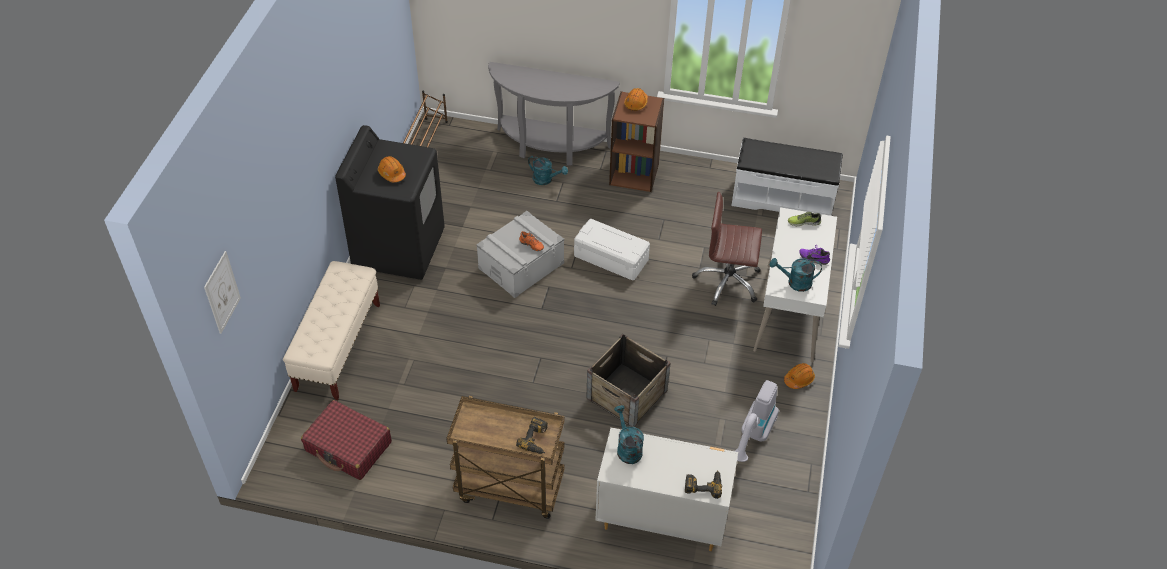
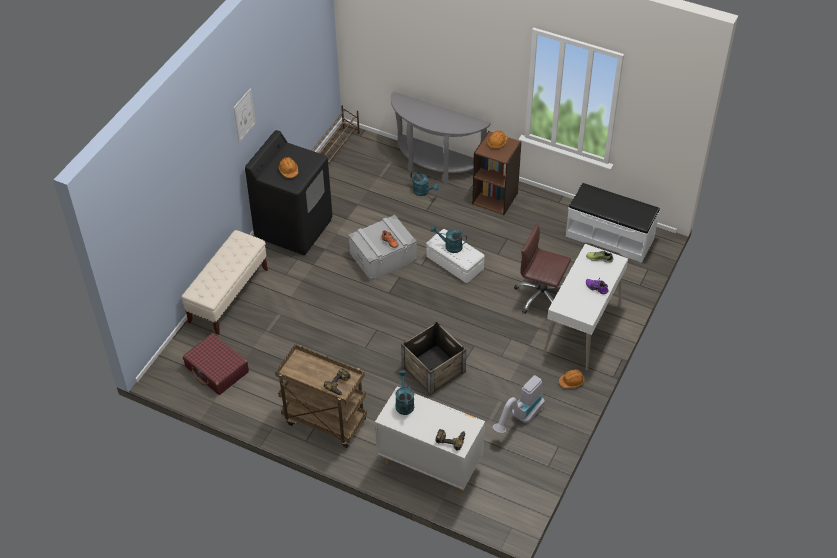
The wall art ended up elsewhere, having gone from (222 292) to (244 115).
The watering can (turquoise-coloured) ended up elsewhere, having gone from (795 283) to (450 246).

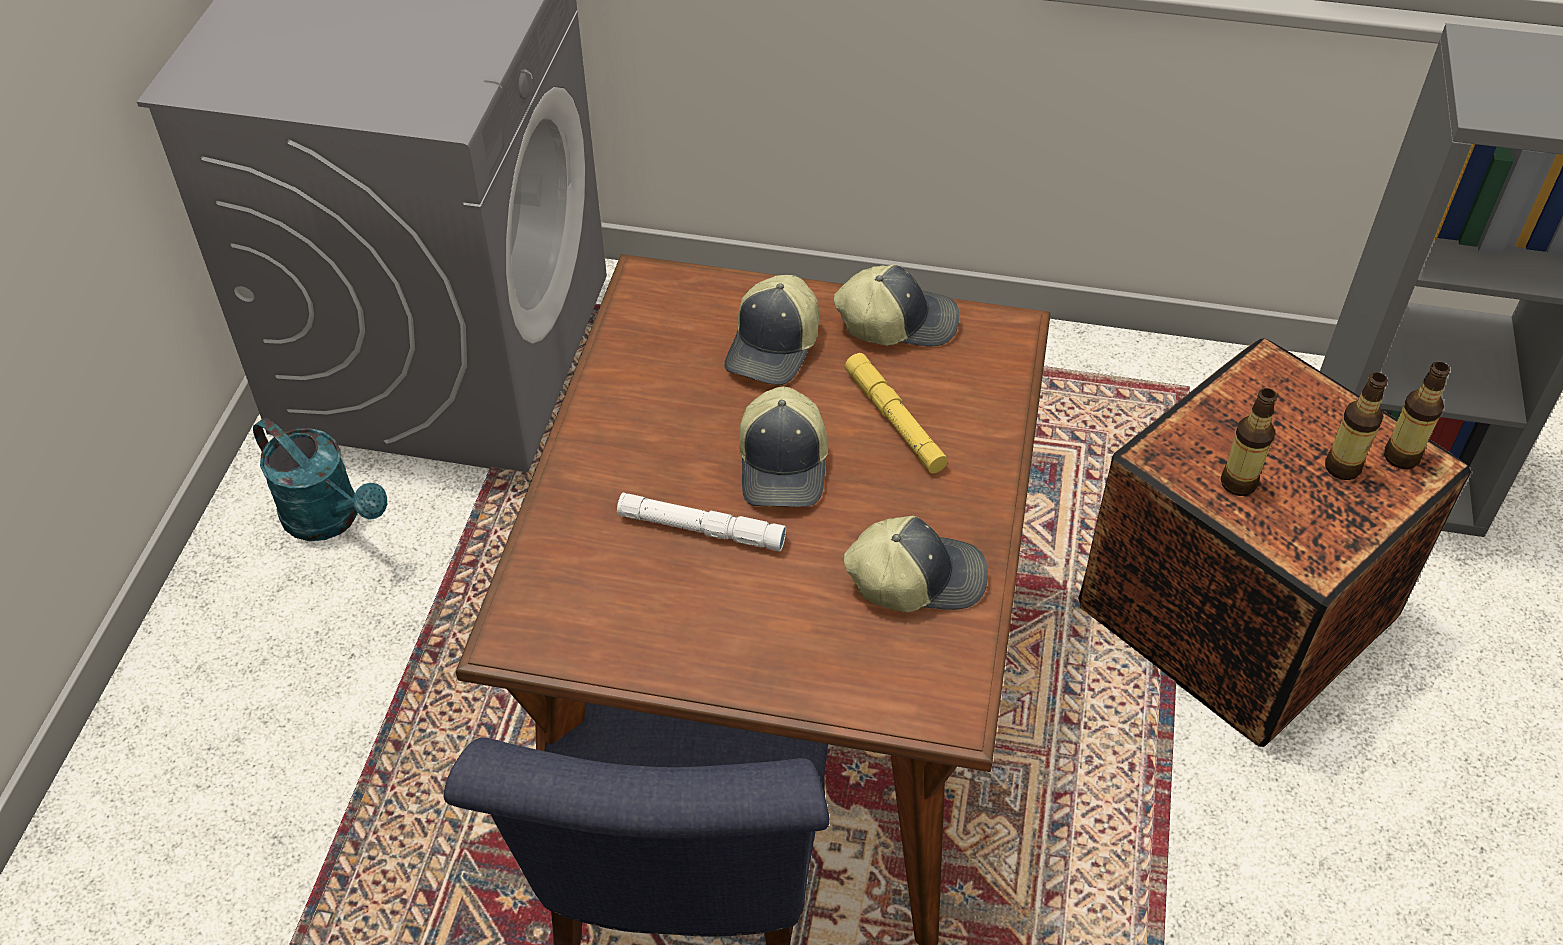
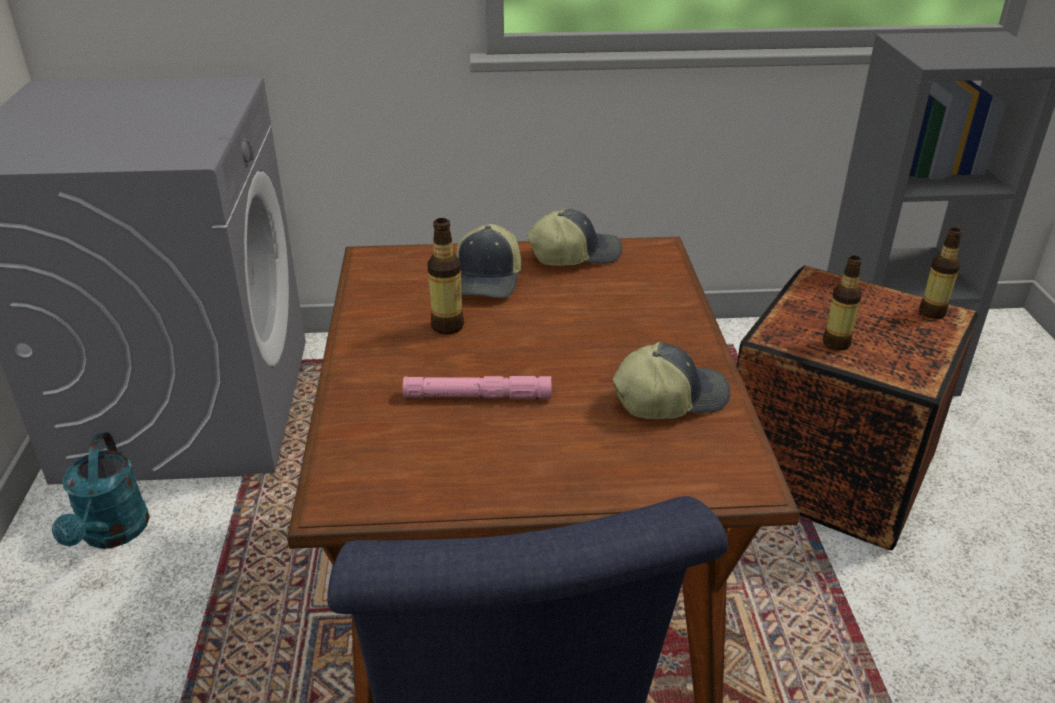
The second view lost the flashlight (yellow) at (894 420).
The beverage bottle ended up elsewhere, having gone from (1342 467) to (447 326).
The second view lost the cap at (784 466).
The watering can (turquoise-coloured) at (331 519) ended up facing another way, 60 degrees clockwise from before.
What was the flashlight (whitish) at (701 529) turned into the flashlight (pink) at (477 396).

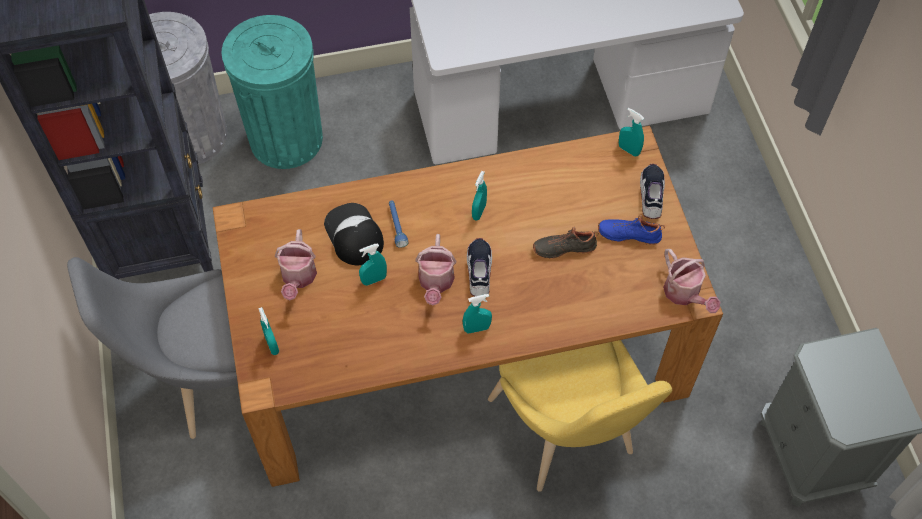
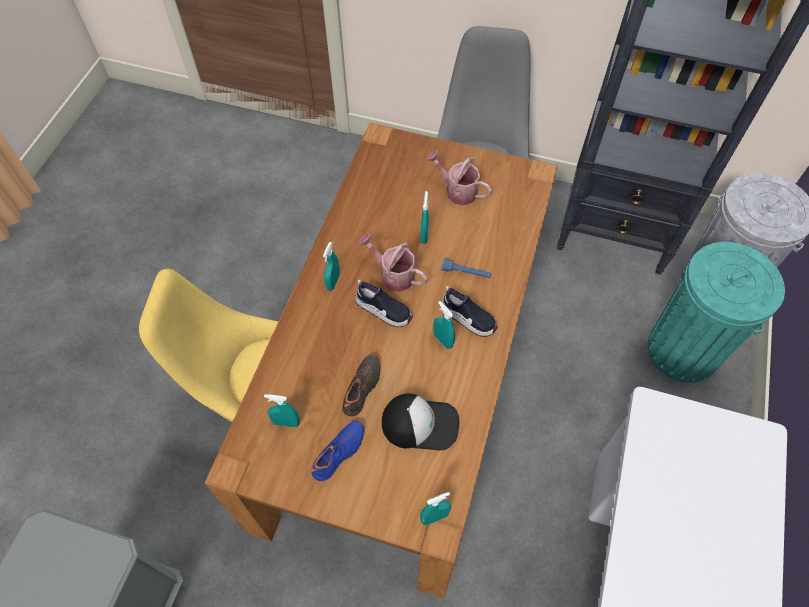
The shoe ended up elsewhere, having gone from (651 195) to (468 318).
The cap ended up elsewhere, having gone from (353 235) to (420 423).
The second view lost the watering can at (685 294).
The sprayer (turquoise-coloured) ended up elsewhere, having gone from (272 345) to (286 423).

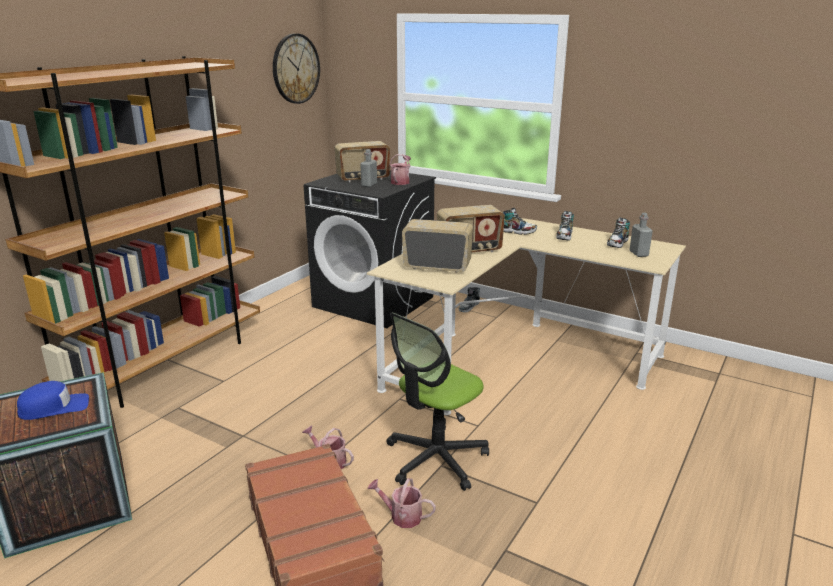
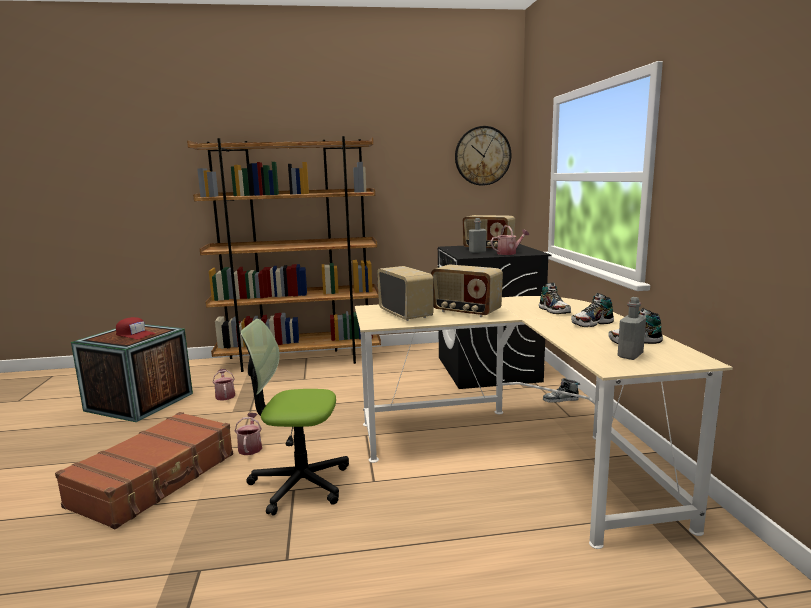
What was the cap (bluish) at (54 407) turned into the cap (red) at (135 334).
The watering can ended up elsewhere, having gone from (402 516) to (225 395).

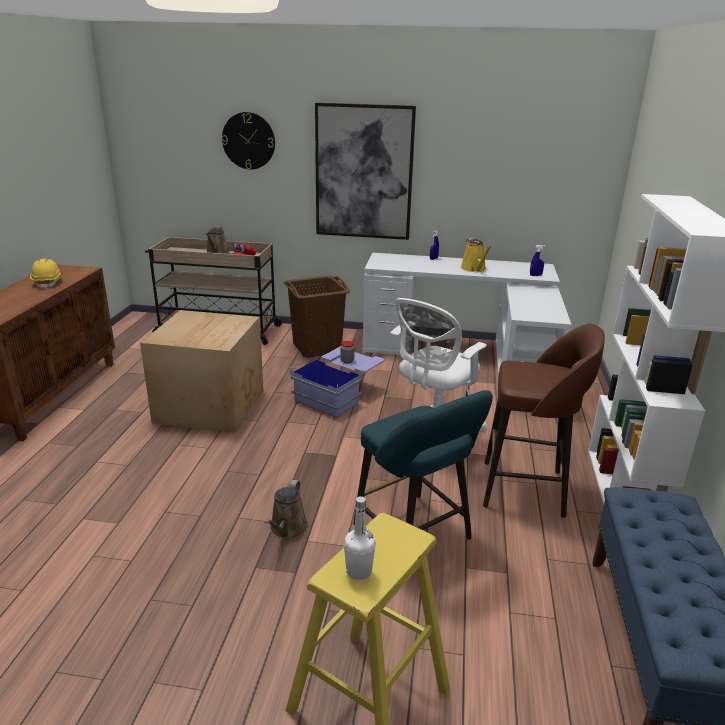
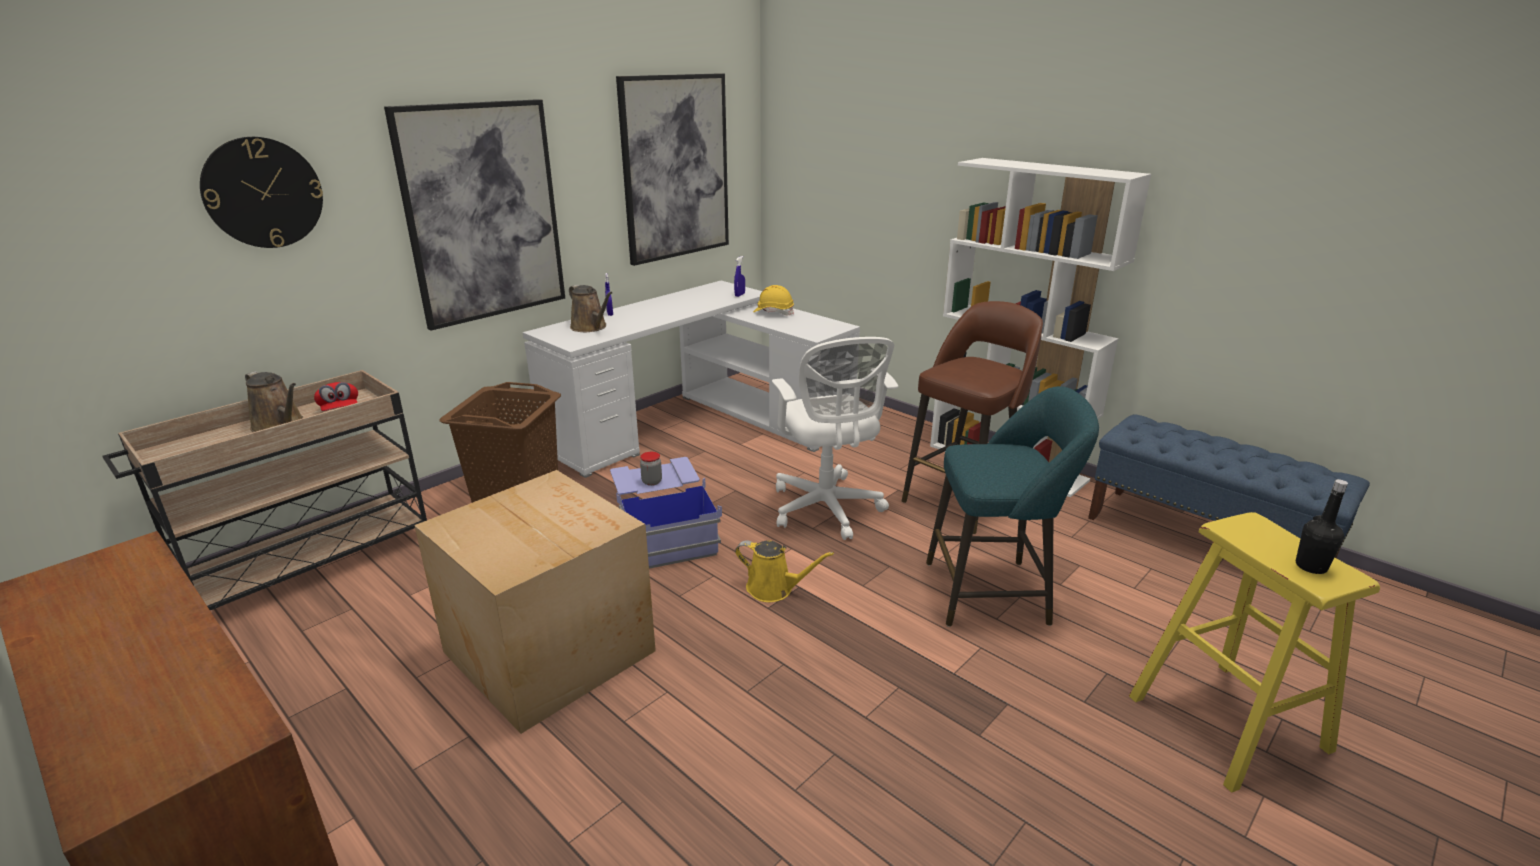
The watering can (yellow) ended up elsewhere, having gone from (474 269) to (774 589).
The work helmet (yellow) ended up elsewhere, having gone from (48 282) to (773 312).
The watering can (brown-coloured) ended up elsewhere, having gone from (287 529) to (590 327).
What was the beverage bottle (whitish) at (359 571) turned into the beverage bottle (black) at (1311 566).
The second view gained the wall art at (675 168).

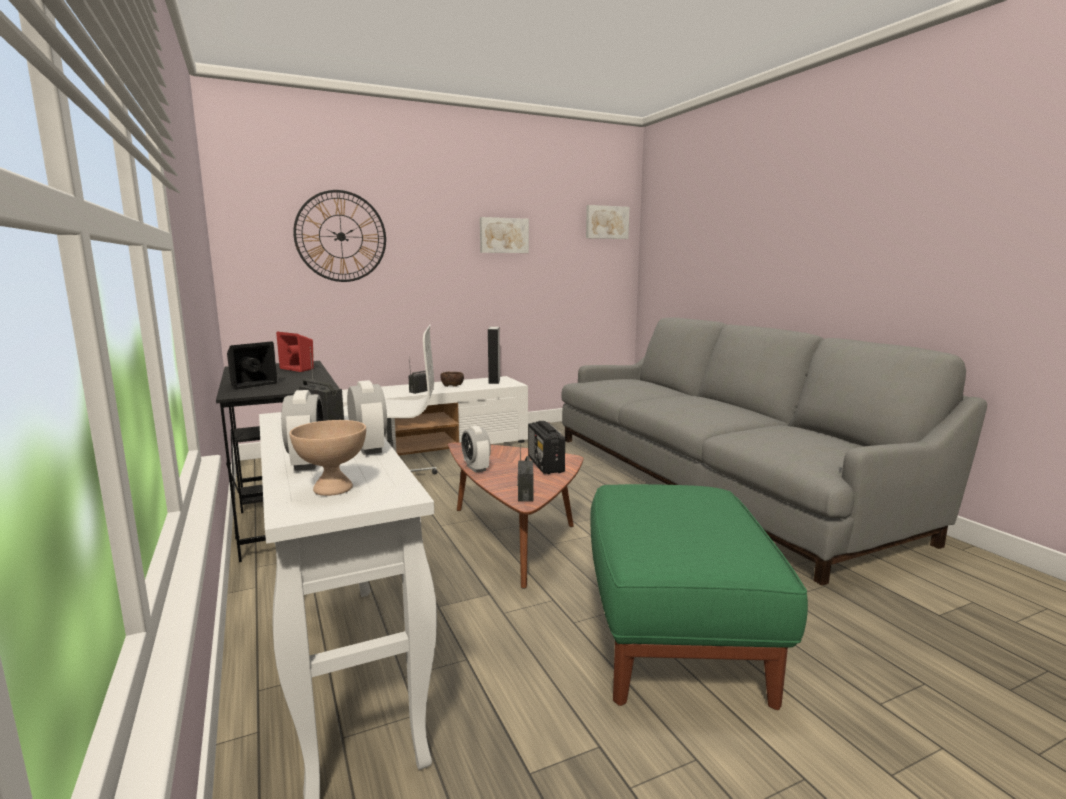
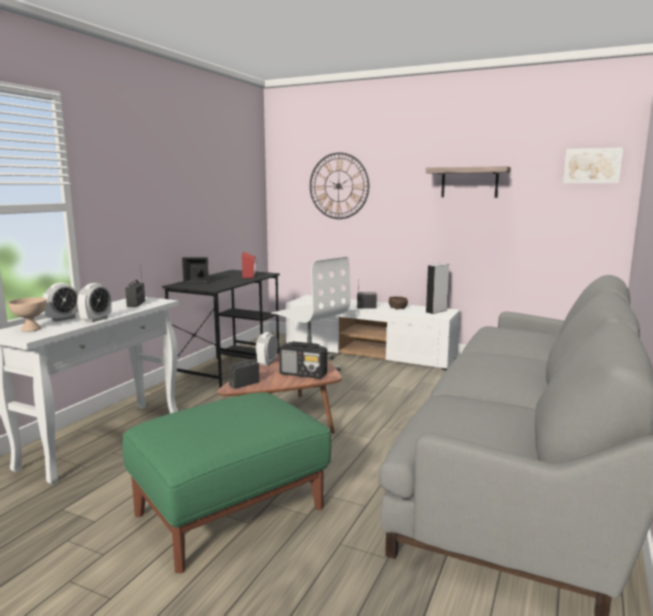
Where the wall art hung at (503 235), the shelf came to hang at (469 182).
The radio receiver at (545 465) ended up facing another way, 105 degrees counterclockwise from before.

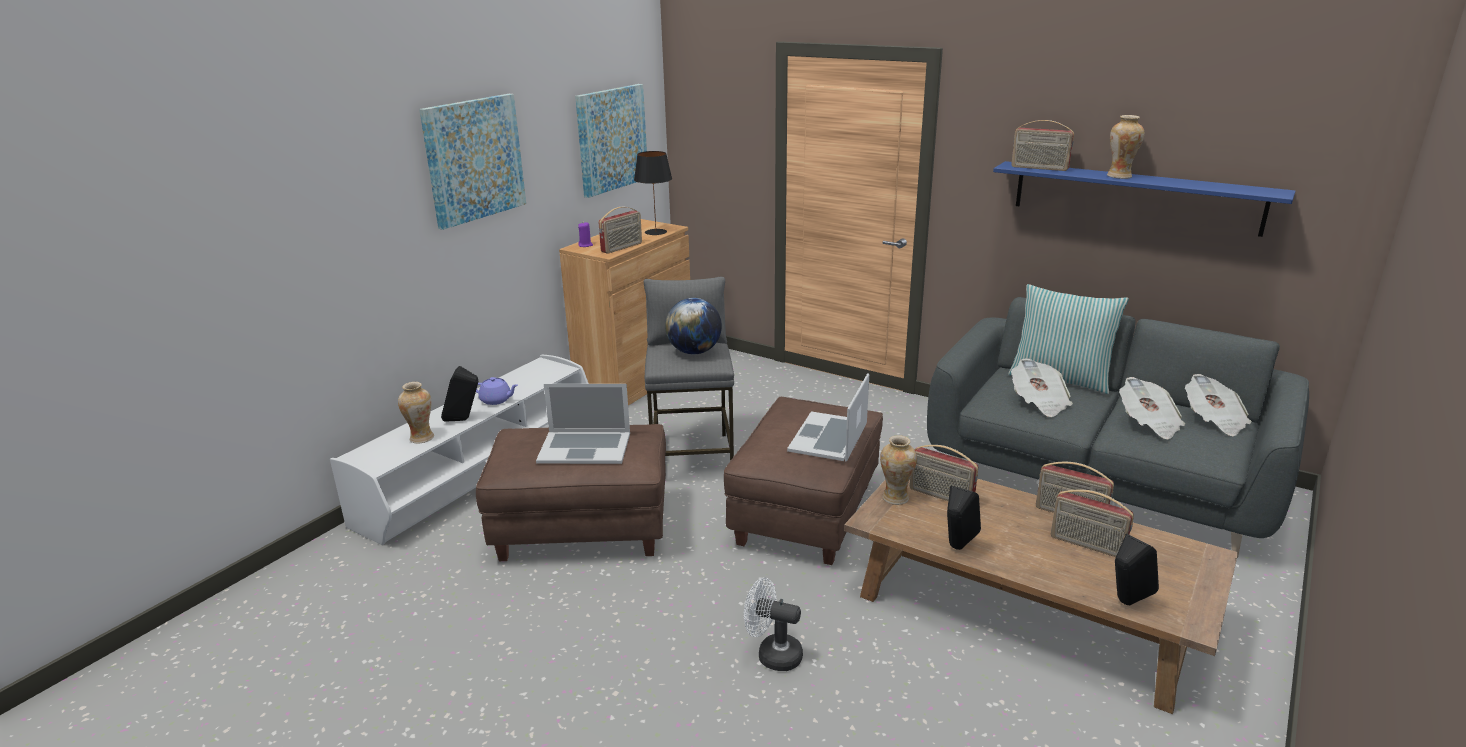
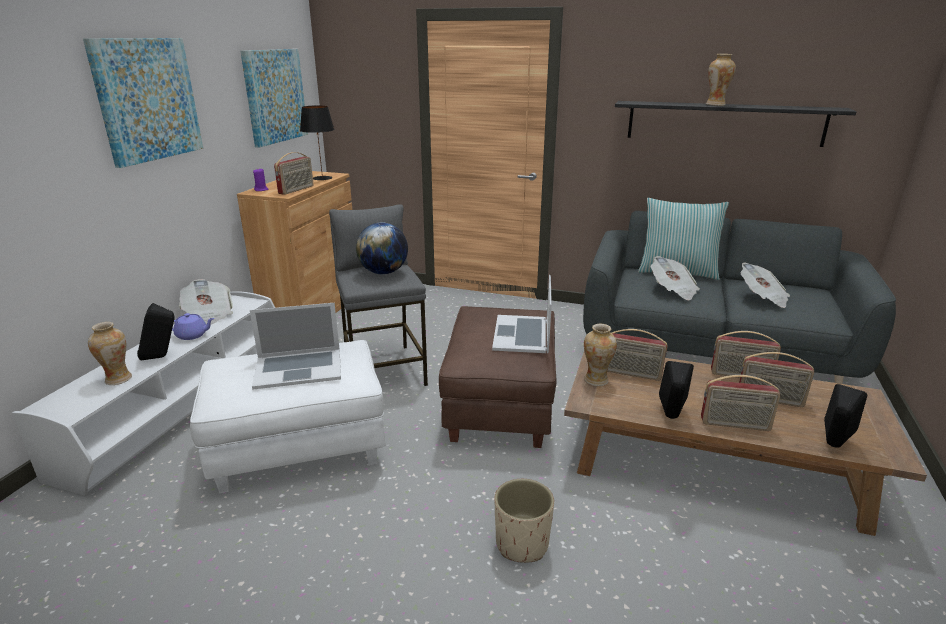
The radio receiver ended up elsewhere, having gone from (1039 168) to (735 425).
What was the shelf (bluish) at (1135 197) turned into the shelf (black) at (724 123).
The printed paper ended up elsewhere, having gone from (1214 420) to (209 315).
What was the ottoman (brown-coloured) at (582 530) turned into the ottoman (whitish) at (299 449).
Where the fan (whitish) stood at (772 654), the planter (beige-coloured) came to stand at (522 544).

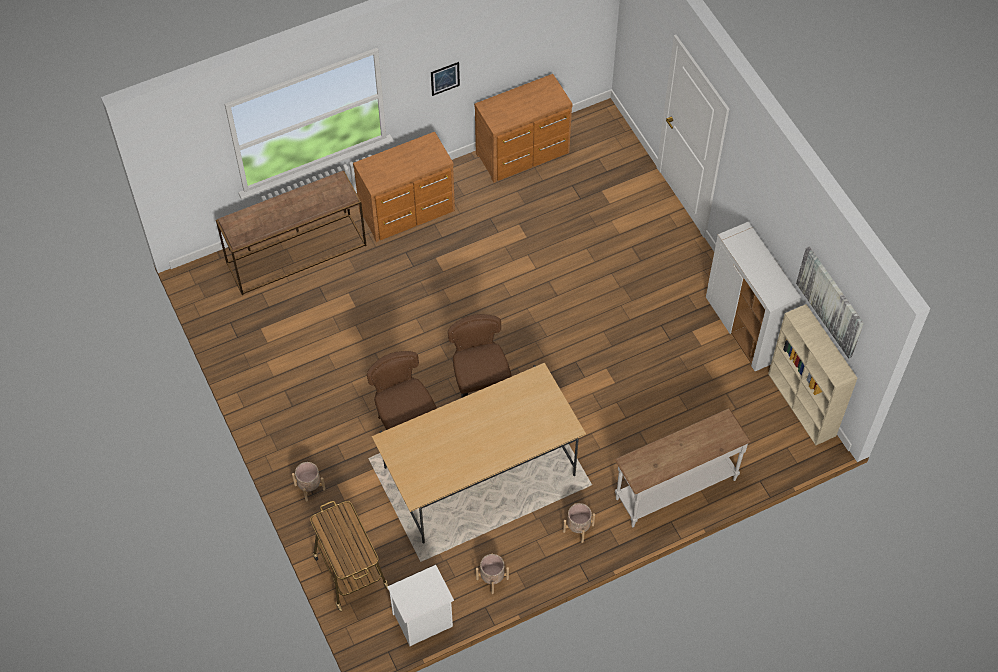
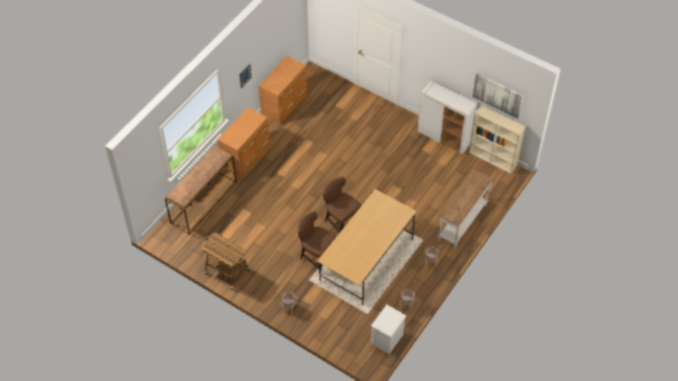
The wheeled cart ended up elsewhere, having gone from (350 570) to (226 271).

